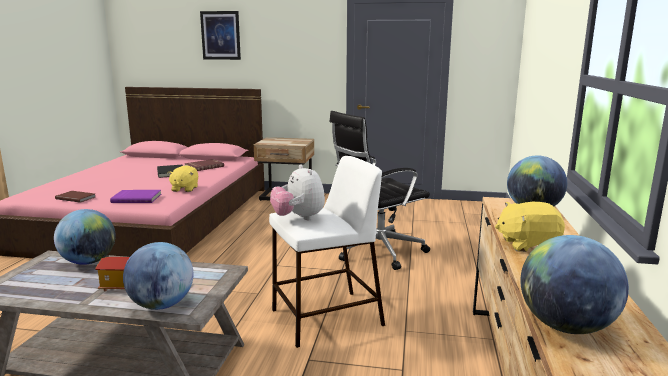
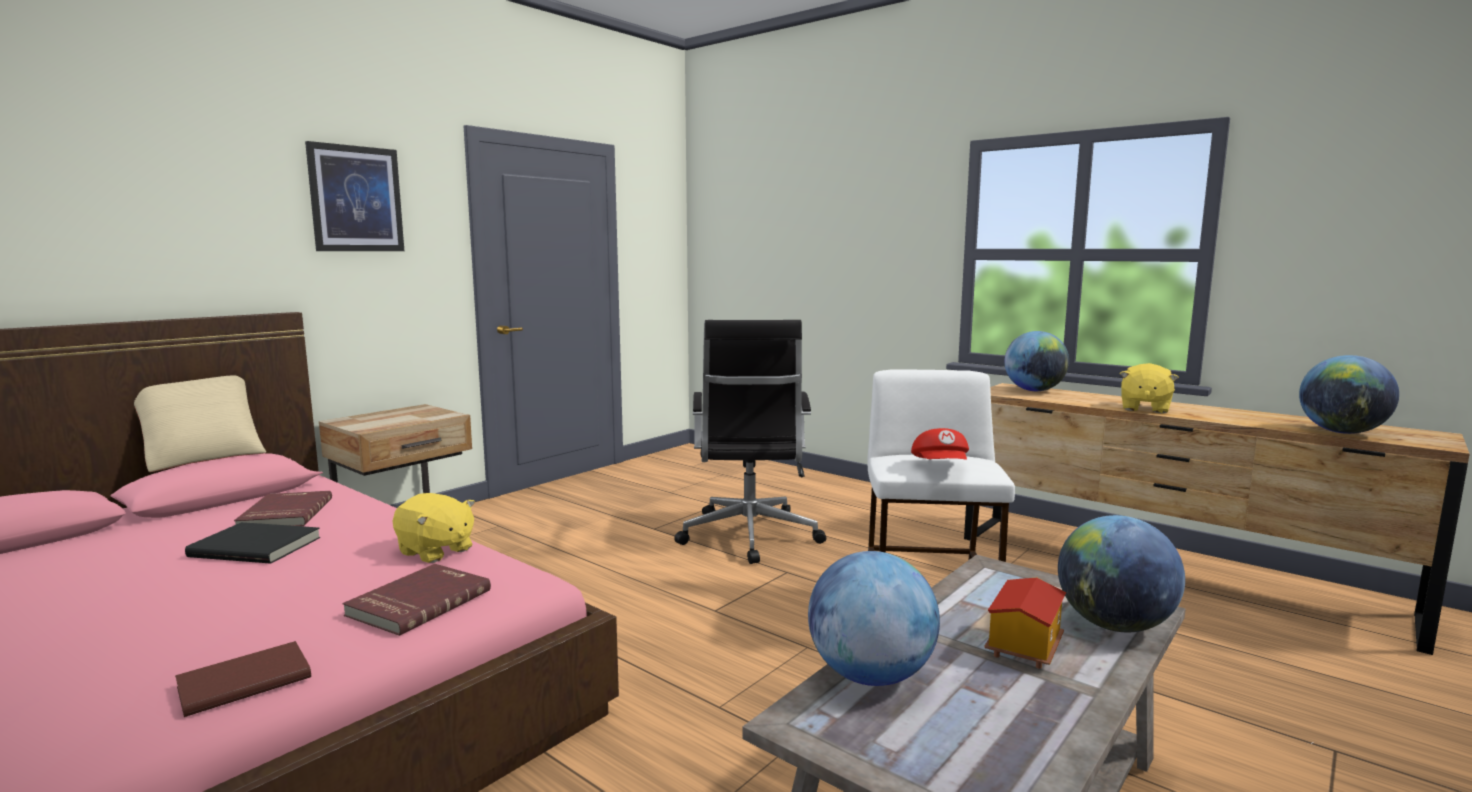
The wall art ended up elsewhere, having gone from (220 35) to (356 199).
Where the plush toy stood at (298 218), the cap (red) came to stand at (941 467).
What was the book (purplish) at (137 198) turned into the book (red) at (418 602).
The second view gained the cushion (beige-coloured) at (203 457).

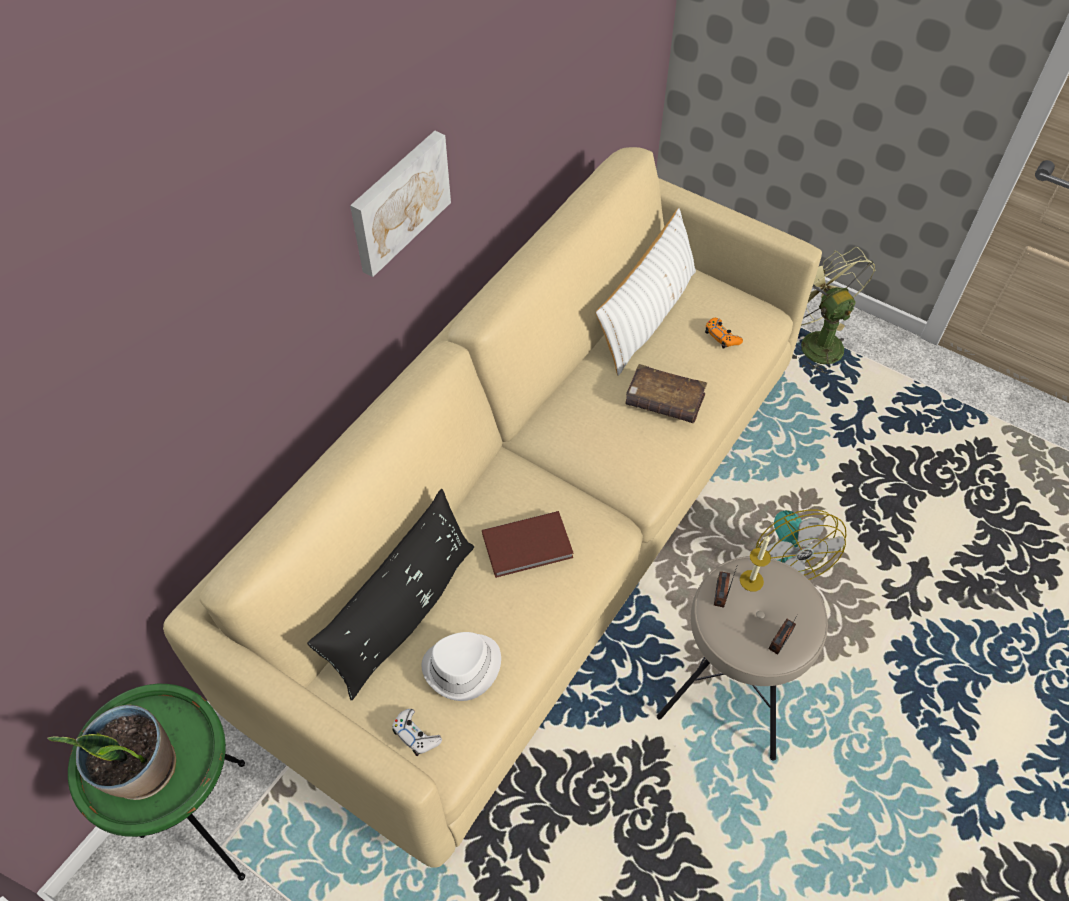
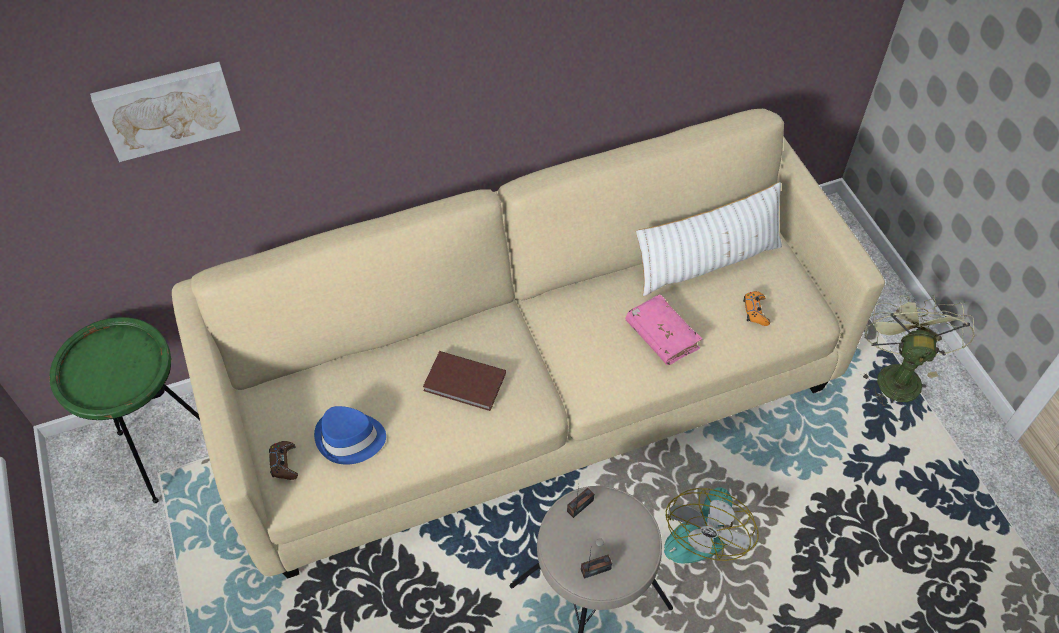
The wall art ended up elsewhere, having gone from (398 201) to (167 108).
What was the book (brown-coloured) at (664 401) turned into the book (pink) at (661 336).
The second view lost the cushion (black) at (404 613).
The second view lost the wax candle at (751 580).
What was the hat (whitish) at (463 667) turned into the hat (bluish) at (350 439).
The second view lost the plant in a pot at (142 770).
What was the game controller (whitish) at (416 735) turned into the game controller (brown-coloured) at (284 463).

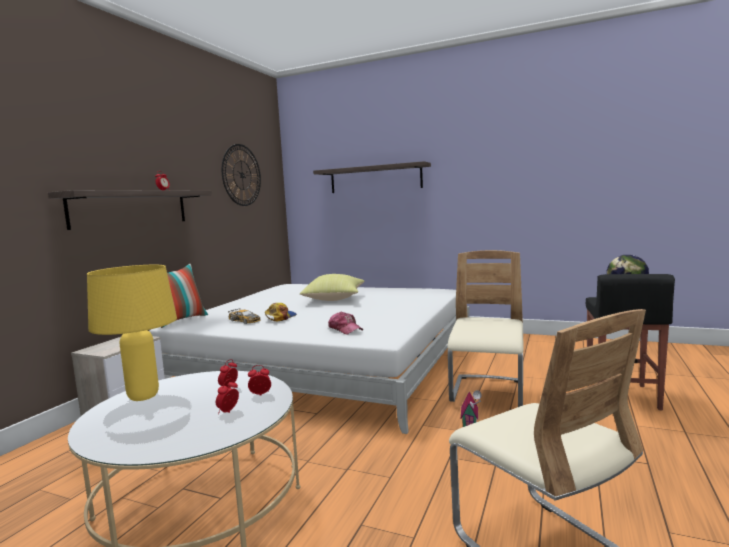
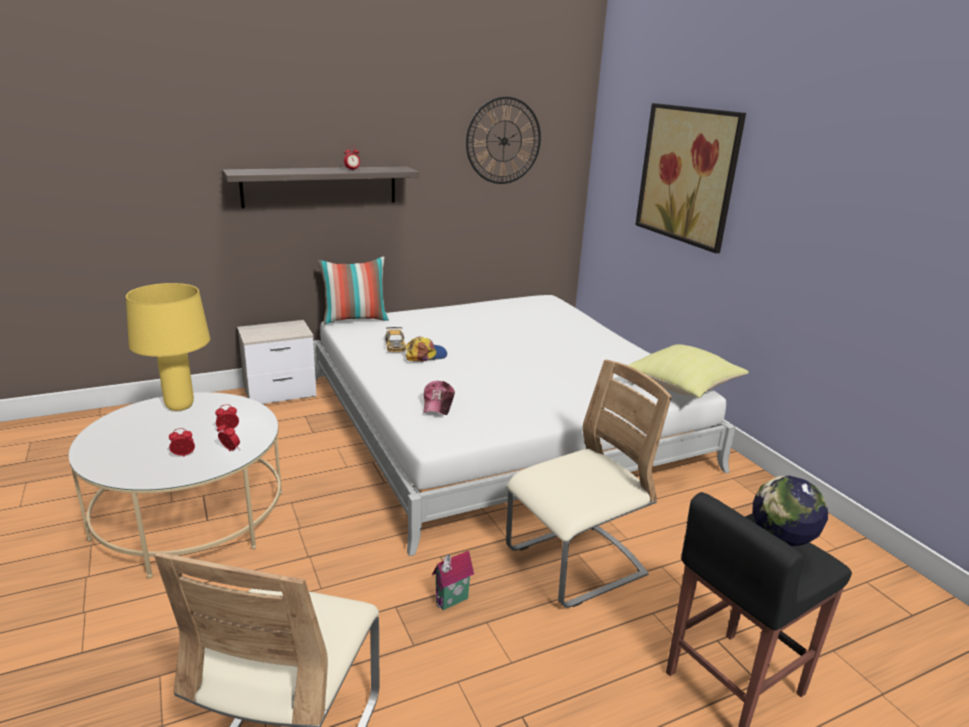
Where the shelf hung at (375 179), the wall art came to hang at (687 175).
The cushion (yellow) ended up elsewhere, having gone from (334 300) to (682 388).

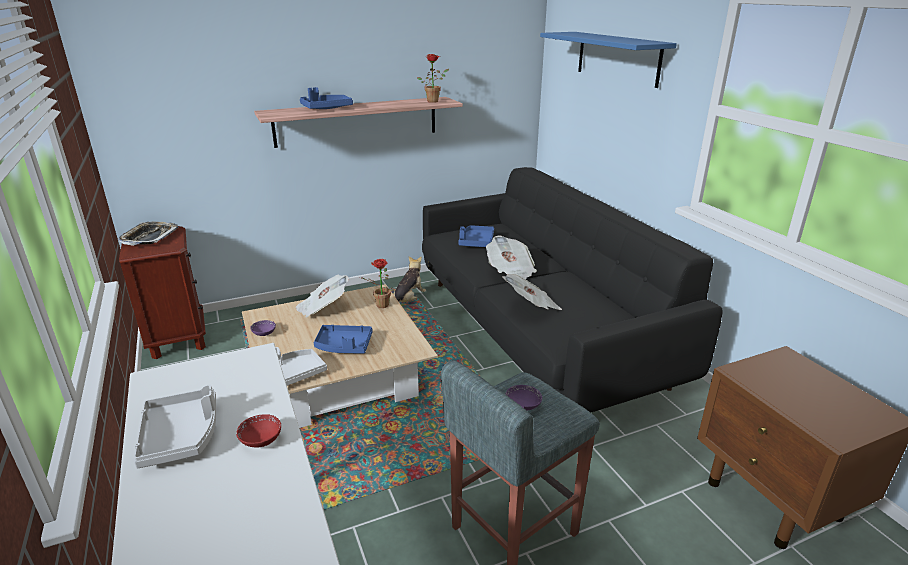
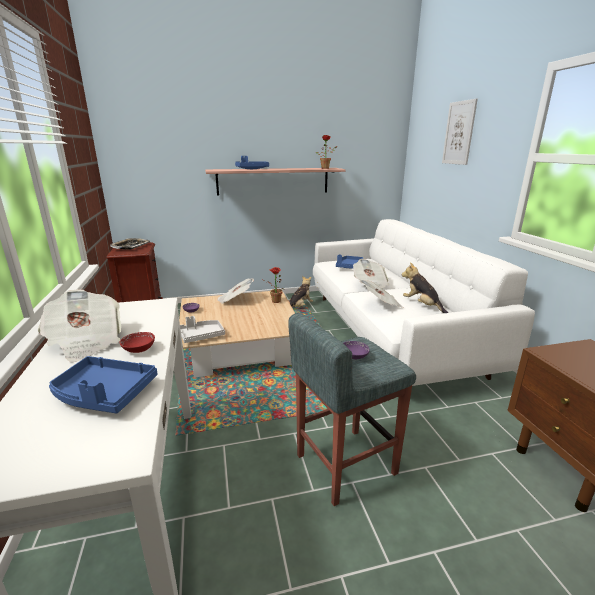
Where the shelf (bluish) hung at (617 58), the wall art came to hang at (459 133).
What was the couch (black) at (536 330) turned into the couch (whitish) at (388 331).
The tray (bluish) ended up elsewhere, having gone from (344 346) to (104 394).
Where the tray (greyish) stood at (181 436), the printed paper came to stand at (86 342).
The second view gained the plush toy at (422 305).

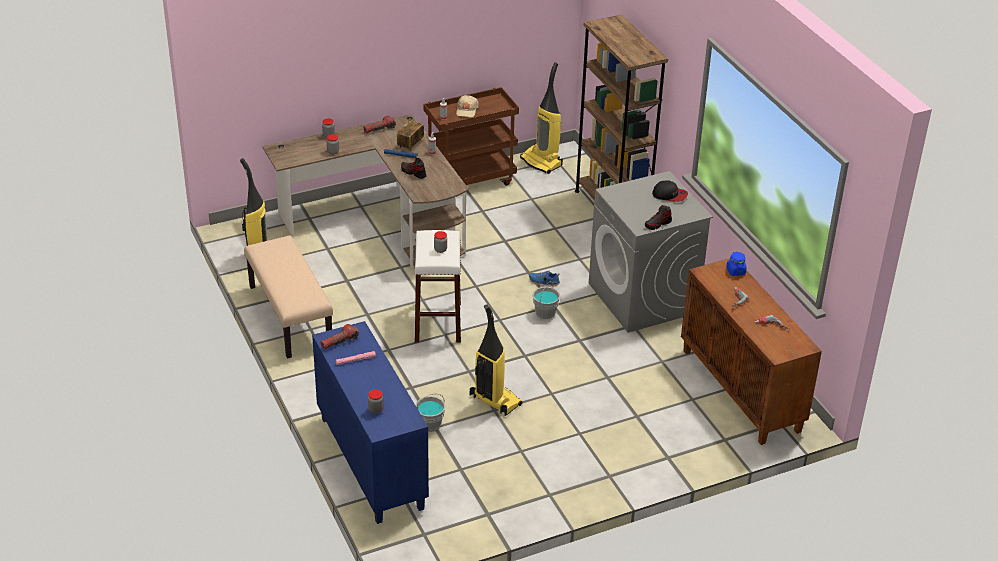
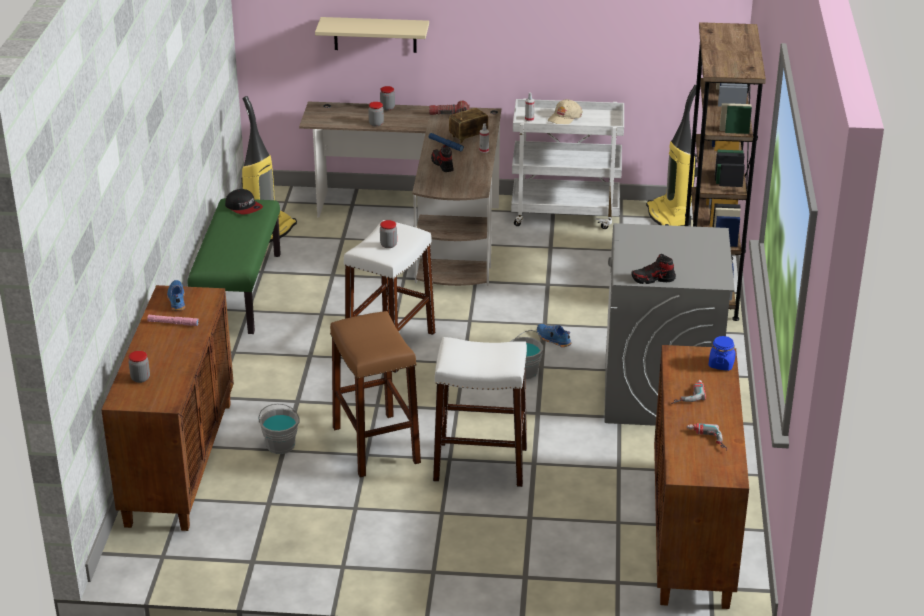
What was the wheeled cart (brown-coloured) at (470 180) turned into the wheeled cart (whitish) at (566 213).
The cap ended up elsewhere, having gone from (670 195) to (244 207).
What was the long seat (beige-coloured) at (289 316) turned into the long seat (green) at (238 292).
Where the vacuum cleaner stood at (494 400), the stool (brown-coloured) came to stand at (376 445).
What was the cabinet (bluish) at (370 462) turned into the cabinet (brown-coloured) at (179 462).
Where the flashlight stood at (339 342), the shoe (bluish) came to stand at (176 300).
The second view gained the shelf (beige-coloured) at (375 34).
The second view gained the stool (whitish) at (480 464).

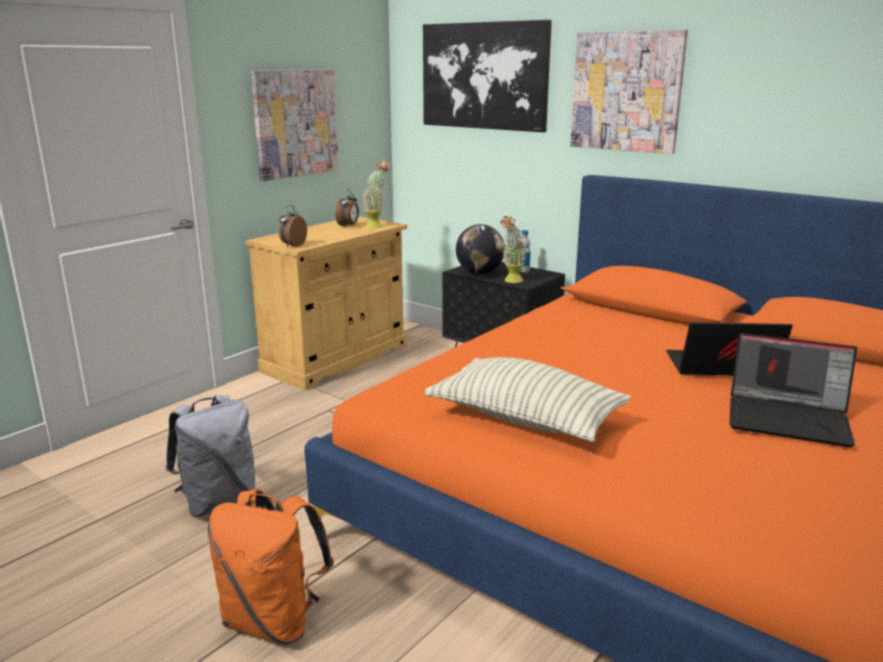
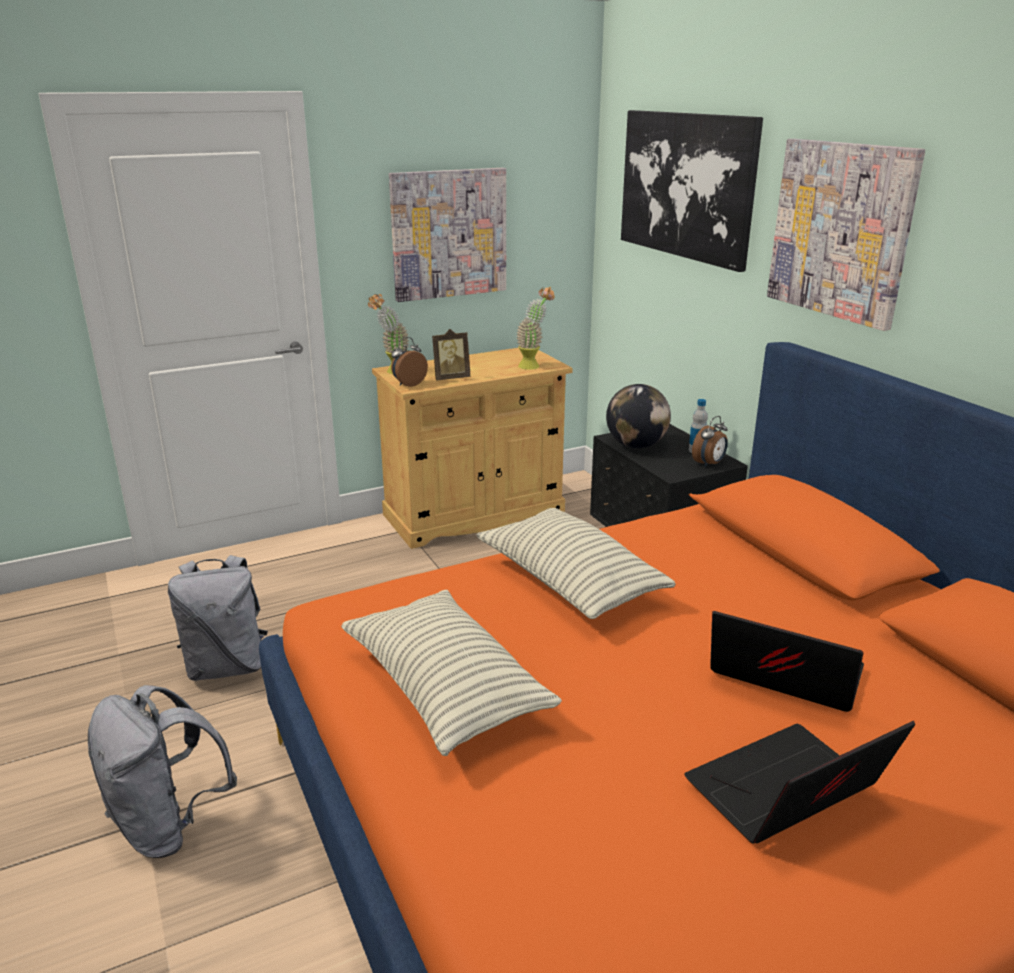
The table clock ended up elsewhere, having gone from (348 226) to (709 464).
The plant in a pot ended up elsewhere, having gone from (511 281) to (392 372).
The laptop at (789 419) ended up facing another way, 105 degrees clockwise from before.
What was the knapsack (orange) at (274 621) turned into the knapsack (greyish) at (169 825).
The second view gained the picture frame at (450 378).
The second view gained the cushion at (569 582).

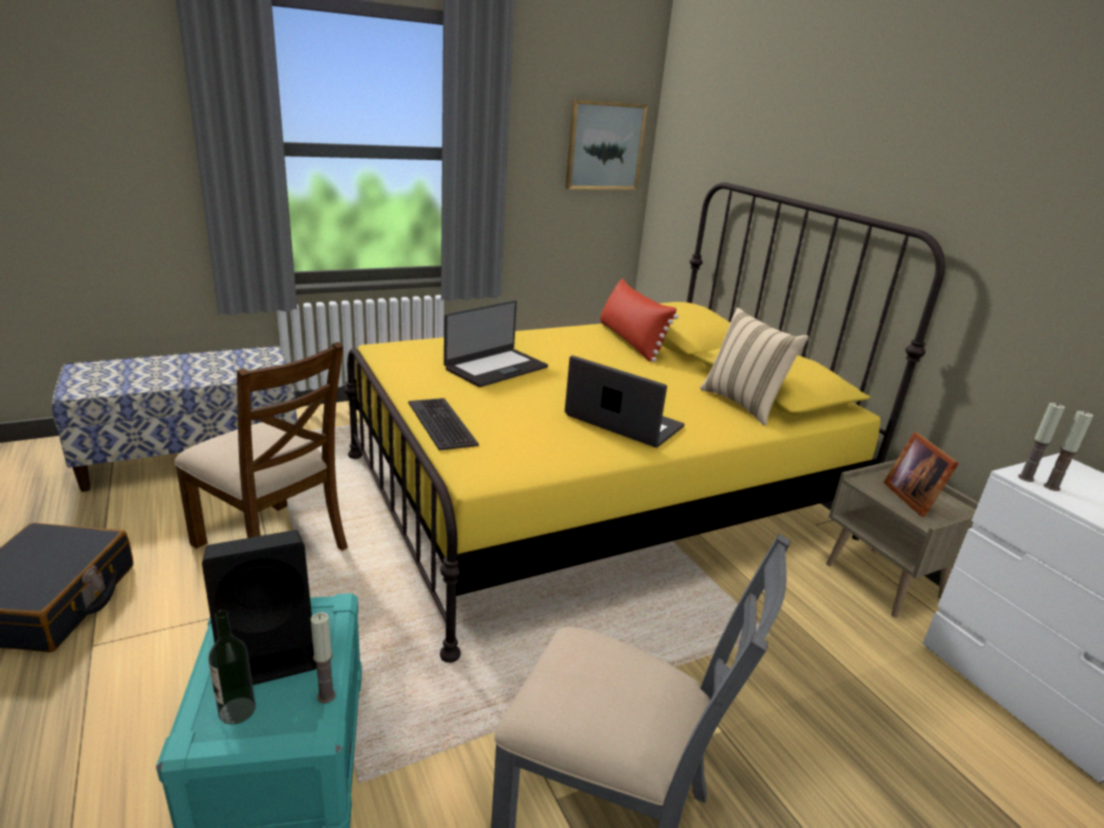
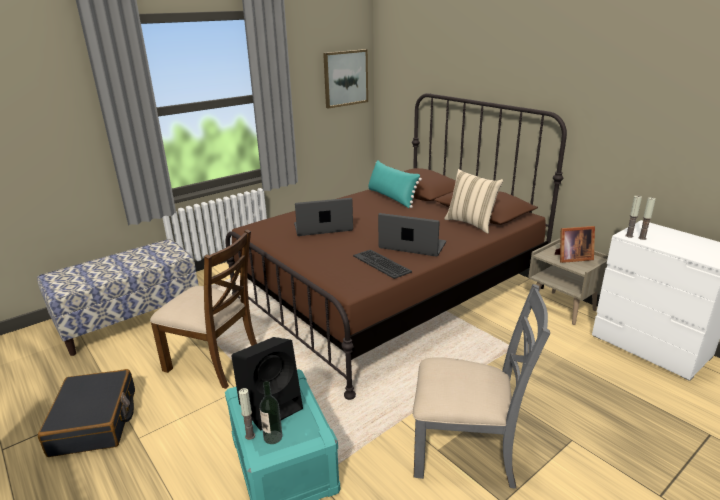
What was the bed (yellow) at (594 495) turned into the bed (brown-coloured) at (390 293).
What was the cushion (red) at (630 341) turned into the cushion (turquoise-coloured) at (391 197).
The laptop at (495 368) ended up facing another way, 135 degrees counterclockwise from before.
The computer keyboard ended up elsewhere, having gone from (442 424) to (382 264).
The picture frame at (913 498) ended up facing another way, 75 degrees counterclockwise from before.
The wax candle ended up elsewhere, having gone from (326 696) to (250 436).

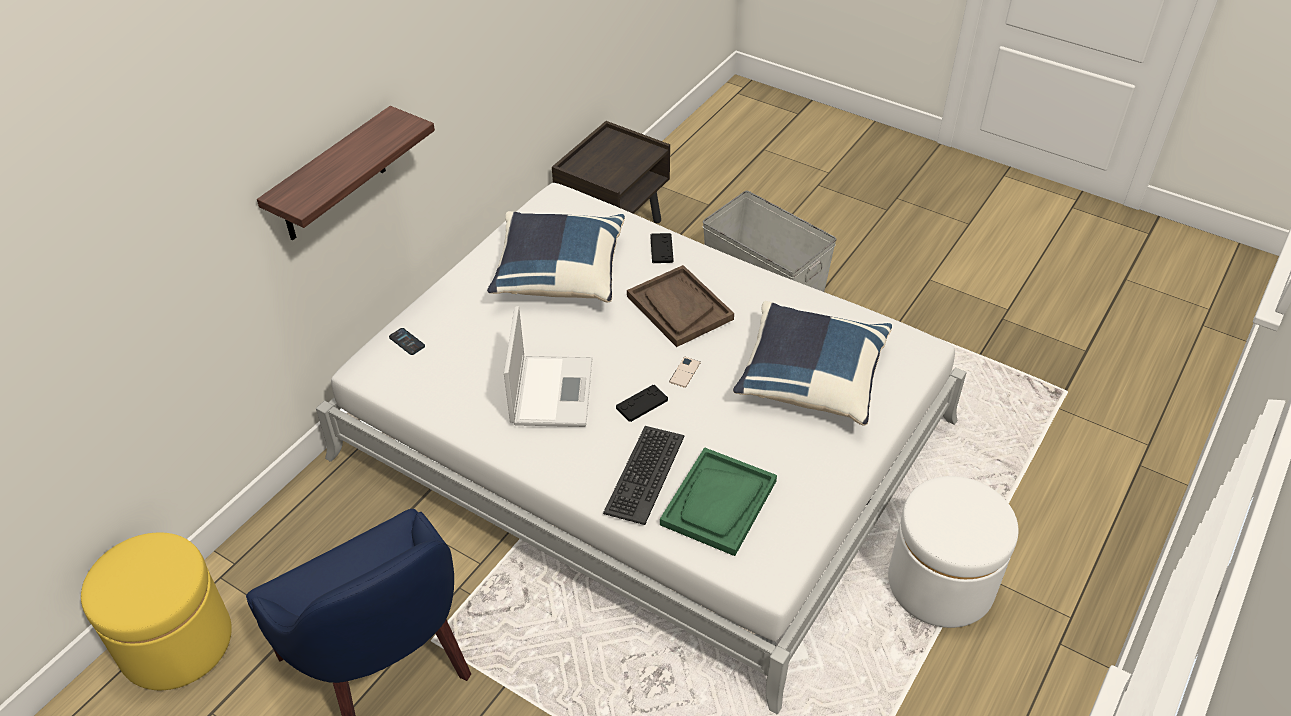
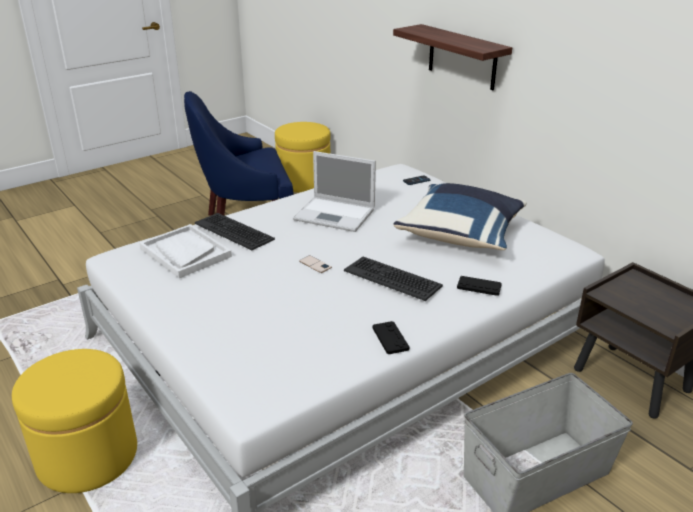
Where the tray (brown-coloured) stood at (679 308), the computer keyboard came to stand at (393 278).
The second view lost the cushion (bluish) at (810 379).
The game controller (black) ended up elsewhere, having gone from (642 404) to (390 338).
What was the tray (green) at (719 503) turned into the tray (whitish) at (185 253).
What was the ottoman (whitish) at (940 583) turned into the ottoman (yellow) at (87 456).

